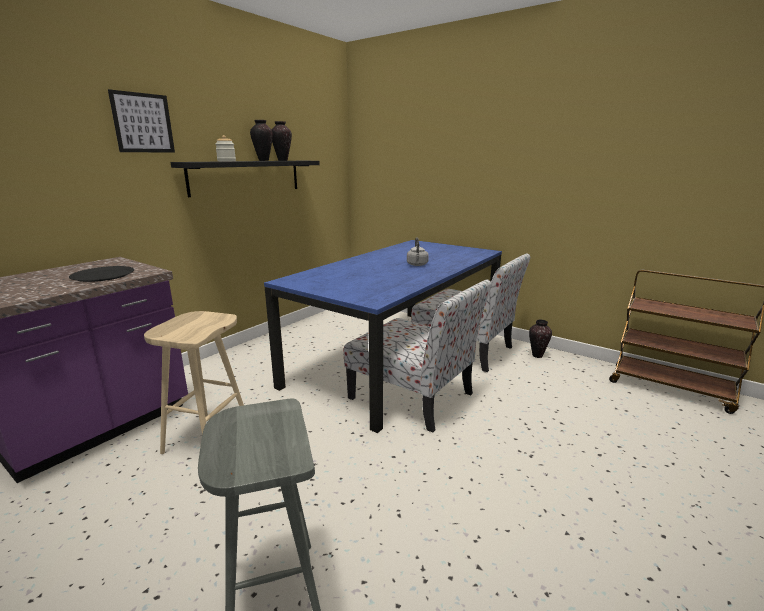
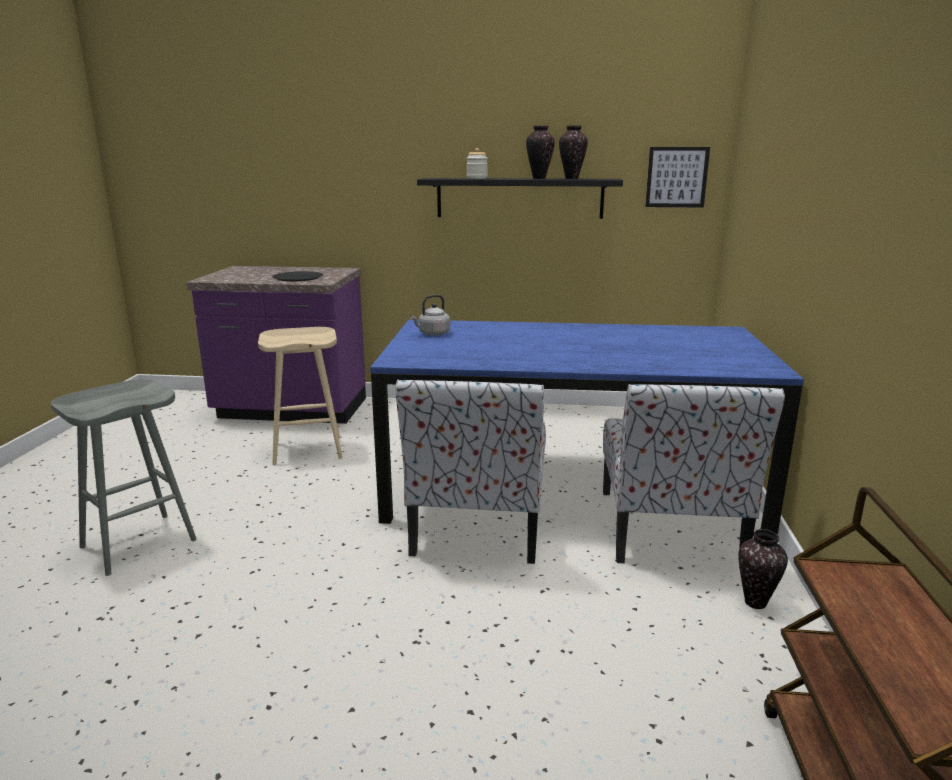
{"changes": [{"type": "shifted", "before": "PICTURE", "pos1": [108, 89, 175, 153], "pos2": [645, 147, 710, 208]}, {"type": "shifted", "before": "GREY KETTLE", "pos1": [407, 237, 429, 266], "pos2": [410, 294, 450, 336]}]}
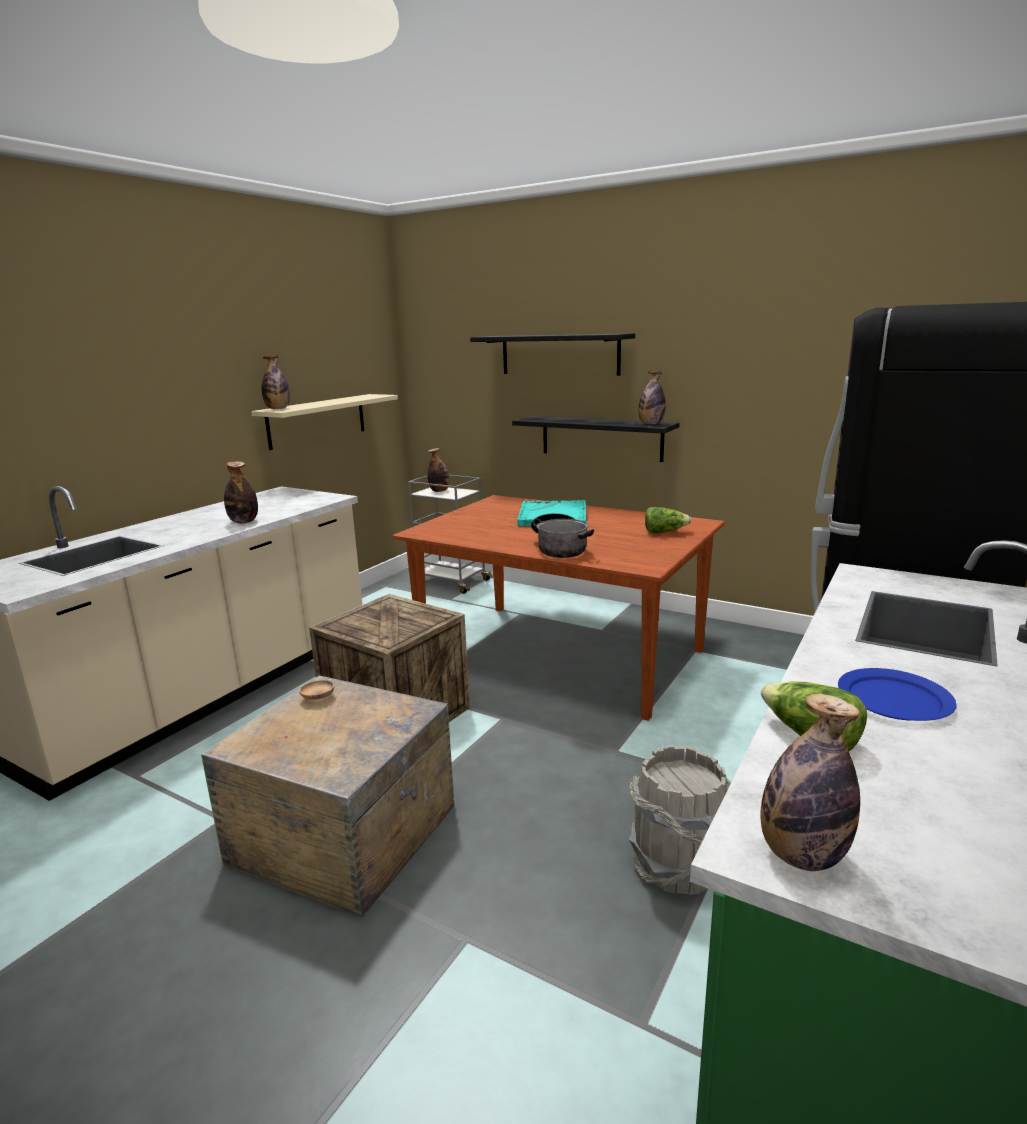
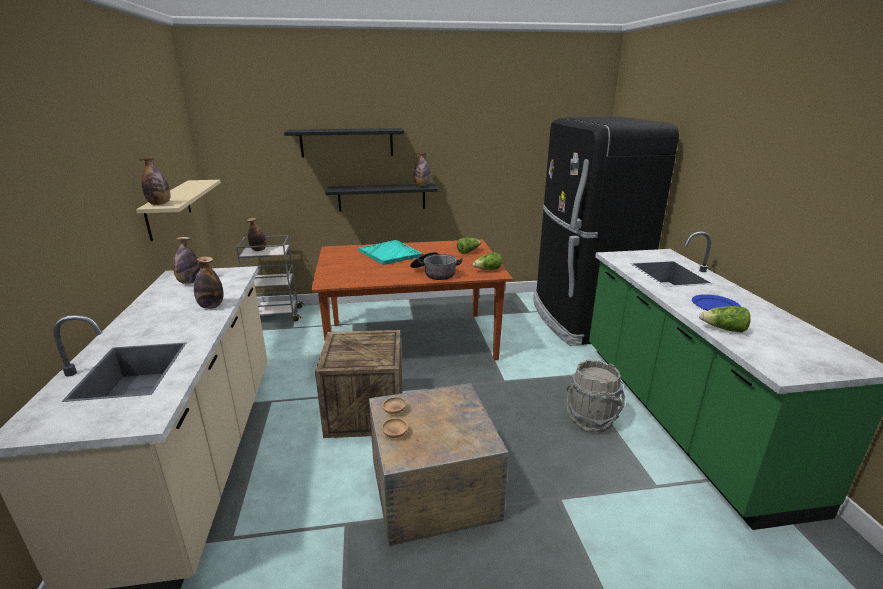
{"changes": [{"type": "shifted", "before": "BOTTLE", "pos1": [761, 694, 860, 871], "pos2": [173, 237, 200, 284]}, {"type": "new", "after": "BROWN BOWL", "pos2": [382, 418, 408, 438]}, {"type": "new", "after": "LETTUCE", "pos2": [473, 252, 502, 270]}]}
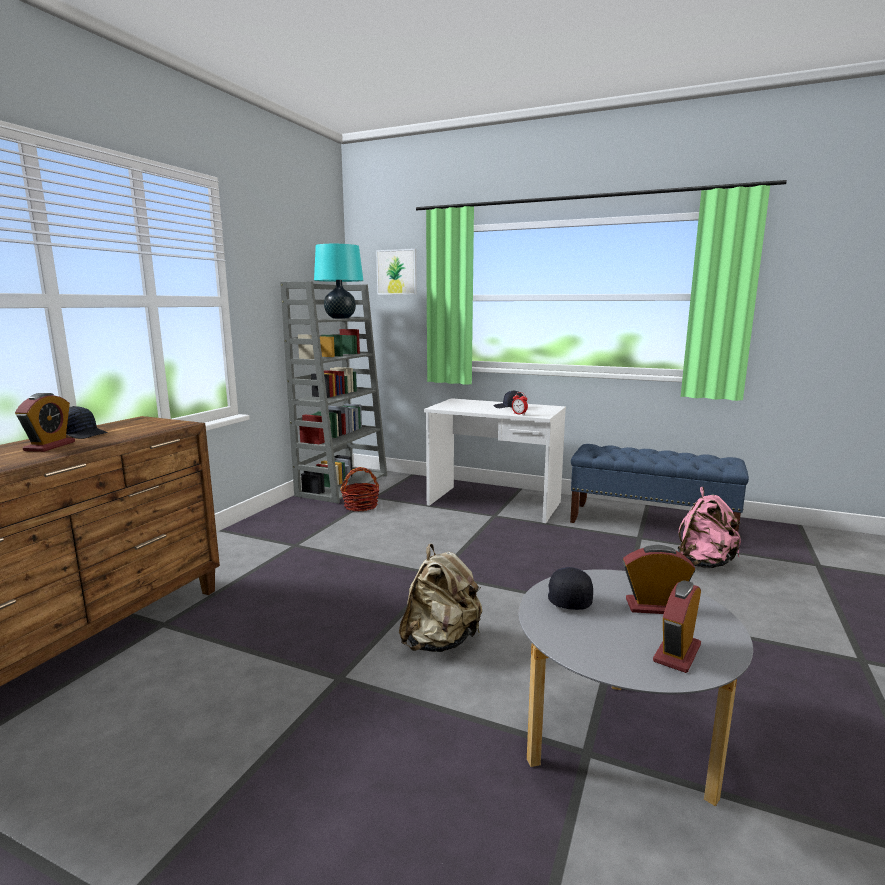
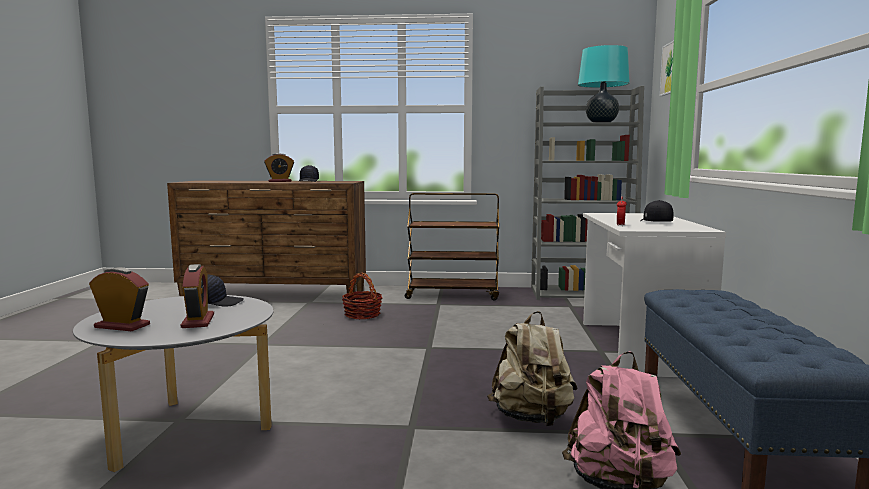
{"changes": [{"type": "shifted", "before": "BASKET", "pos1": [340, 467, 380, 511], "pos2": [342, 272, 382, 319]}, {"type": "shifted", "before": "BEIGE BACKPACK", "pos1": [399, 544, 482, 652], "pos2": [487, 311, 577, 426]}, {"type": "new", "after": "BROWN CART", "pos2": [405, 193, 499, 300]}]}
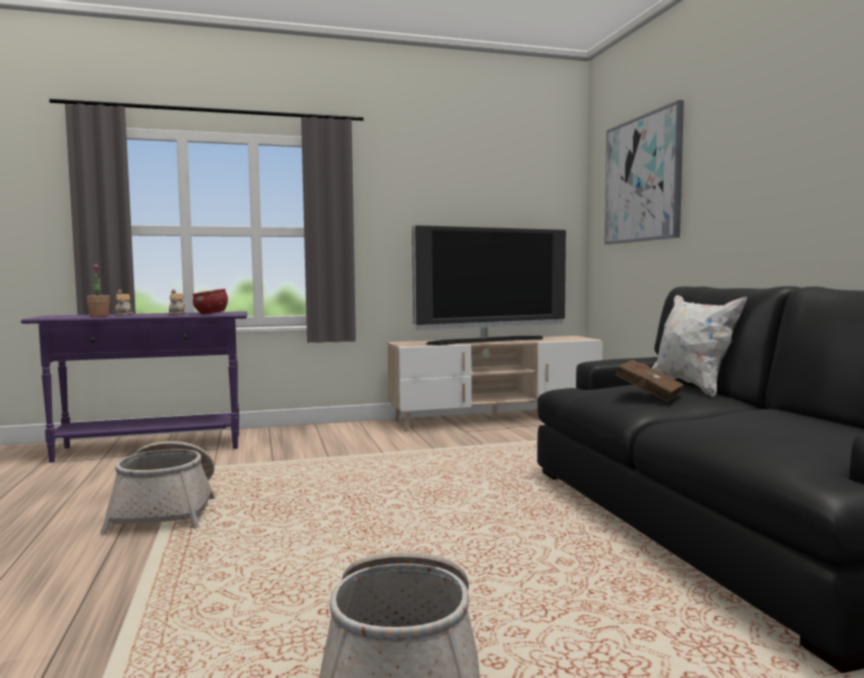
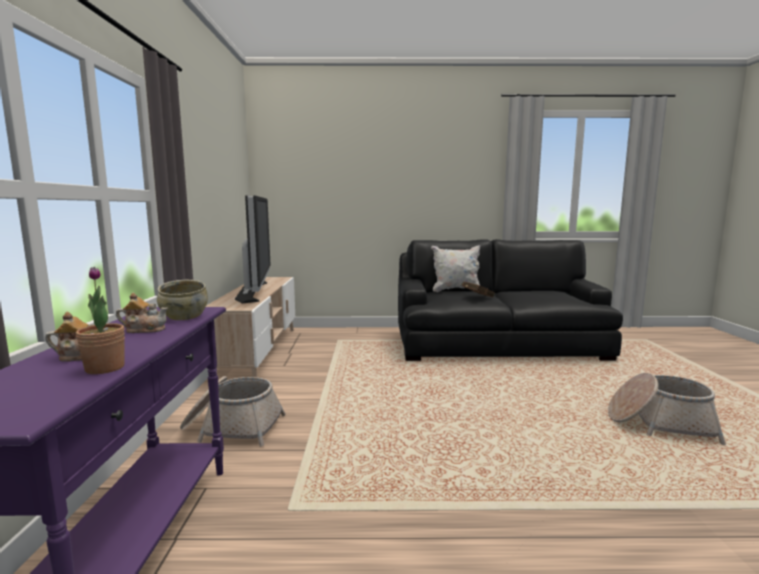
{"changes": [{"type": "shifted", "before": "BASKET", "pos1": [100, 441, 216, 535], "pos2": [180, 376, 286, 447]}, {"type": "repainted", "before": "RED BOWL", "after": "BEIGE BOWL", "pos1": [192, 289, 228, 314], "pos2": [157, 280, 208, 320]}, {"type": "gone", "before": "PICTURE", "pos1": [605, 100, 684, 245]}]}
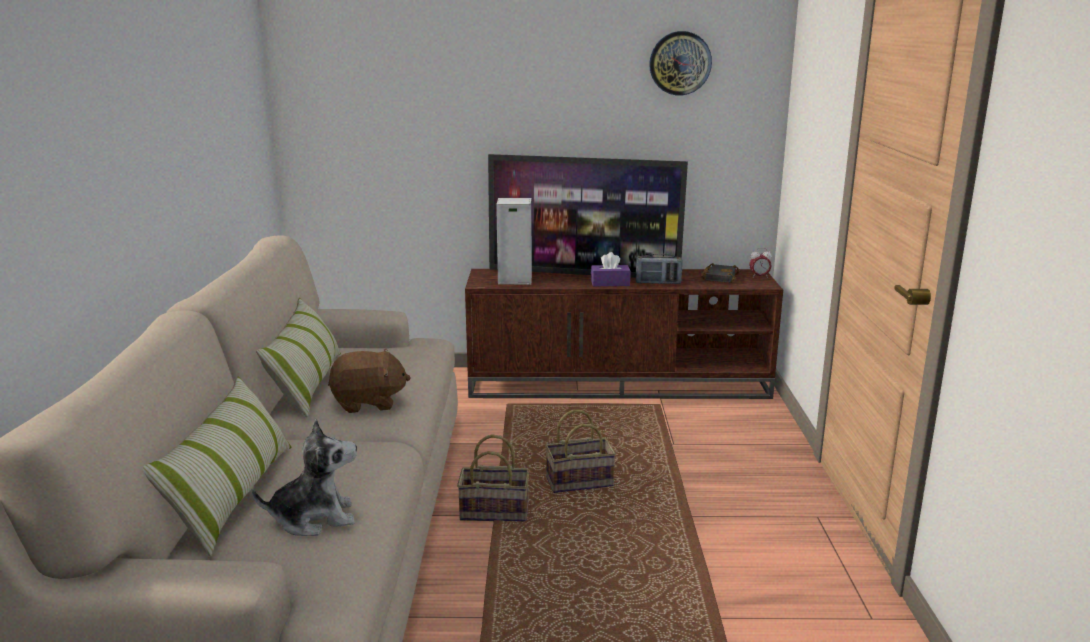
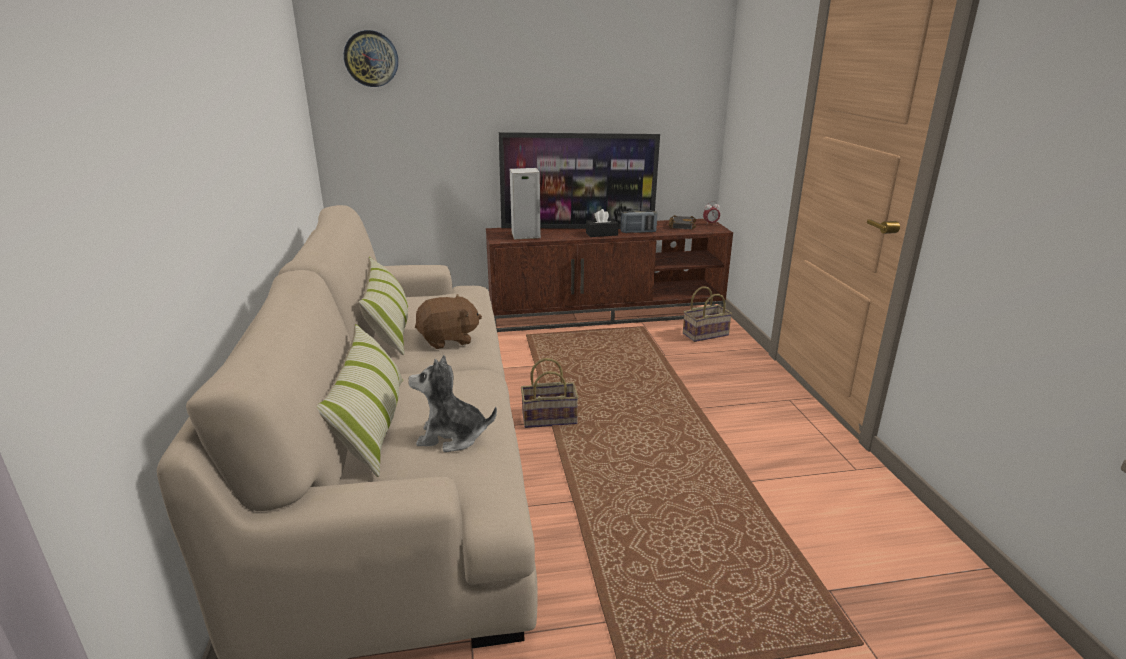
{"changes": [{"type": "rotated", "before": "PLUSH TOY", "pos1": [252, 419, 357, 536], "pos2": [408, 355, 497, 452], "turn": -150}, {"type": "shifted", "before": "BASKET", "pos1": [545, 410, 616, 493], "pos2": [683, 287, 732, 342]}, {"type": "repainted", "before": "PURPLE TISSUE BOX", "after": "BLACK TISSUE BOX", "pos1": [591, 252, 631, 286], "pos2": [586, 209, 619, 237]}, {"type": "shifted", "before": "WALL CLOCK", "pos1": [649, 31, 712, 96], "pos2": [344, 30, 398, 87]}]}
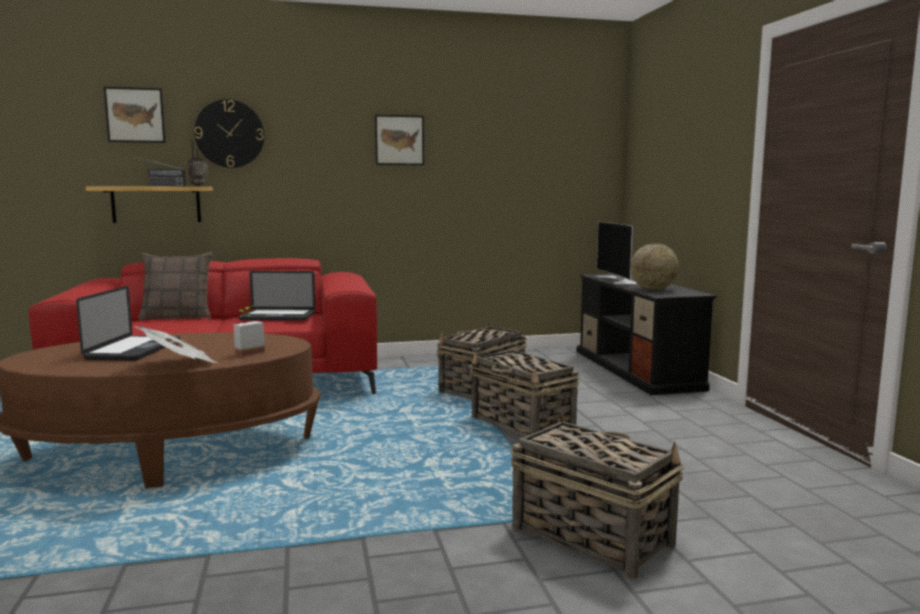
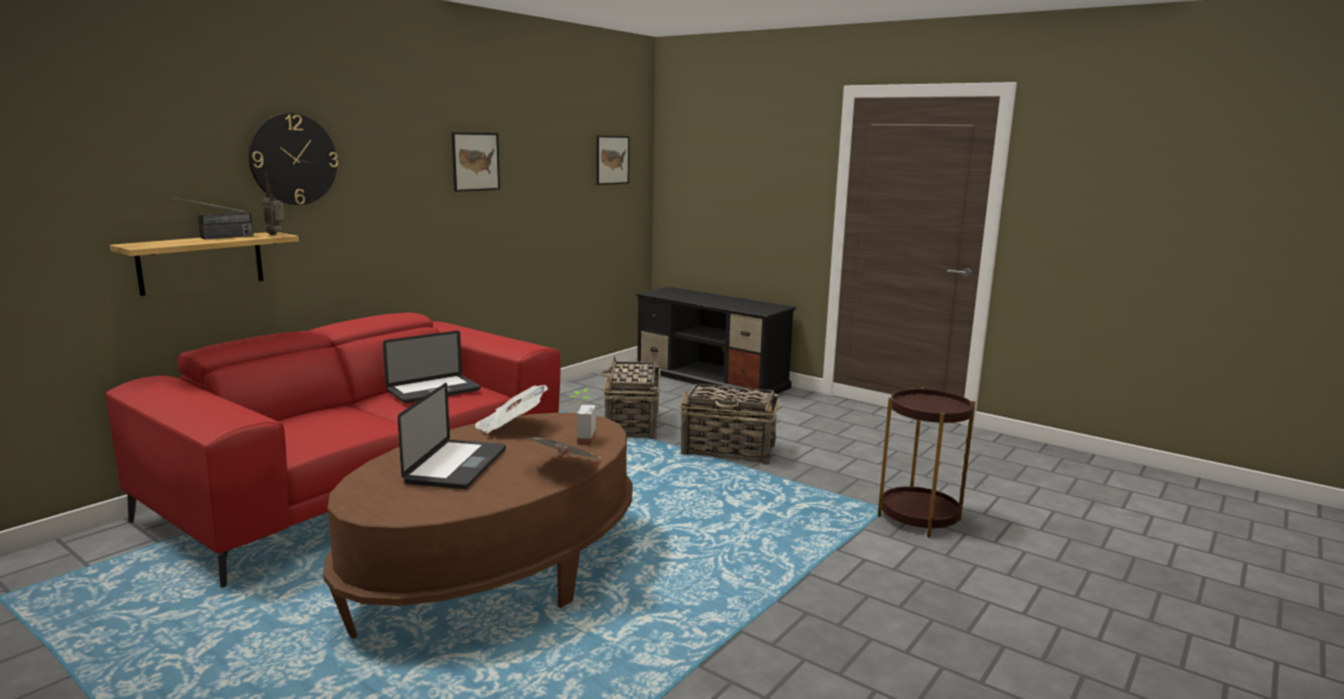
{"changes": [{"type": "rotated", "before": "LAPTOP", "pos1": [76, 286, 180, 360], "pos2": [398, 383, 506, 489], "turn": 45}, {"type": "shifted", "before": "PICTURE", "pos1": [104, 87, 165, 143], "pos2": [596, 136, 630, 185]}, {"type": "gone", "before": "PILLOW", "pos1": [138, 252, 213, 320]}, {"type": "swapped", "before": "BASKET", "after": "BROWN SIDE TABLE", "pos1": [511, 412, 684, 579], "pos2": [878, 387, 975, 537]}, {"type": "gone", "before": "TELEVISION", "pos1": [595, 222, 637, 284]}, {"type": "gone", "before": "GLOBE", "pos1": [630, 243, 679, 290]}, {"type": "new", "after": "NEWSPAPER", "pos2": [475, 385, 548, 434]}]}
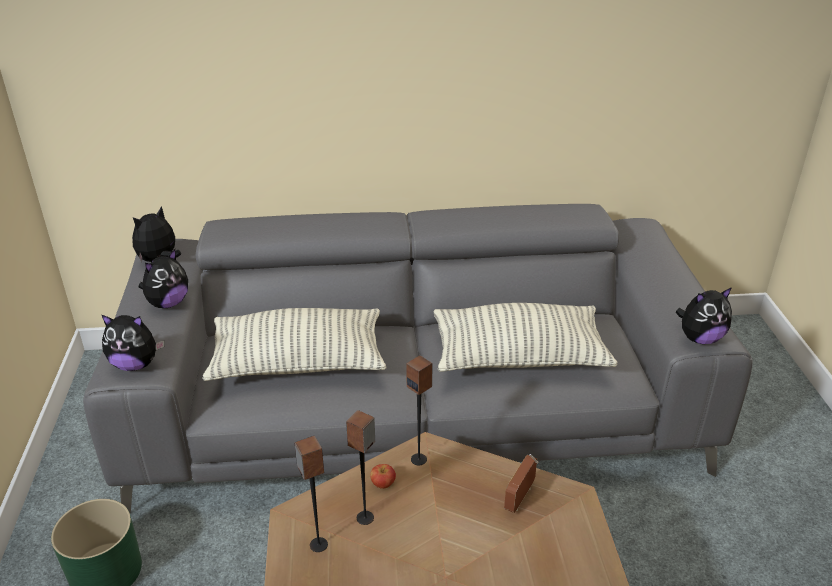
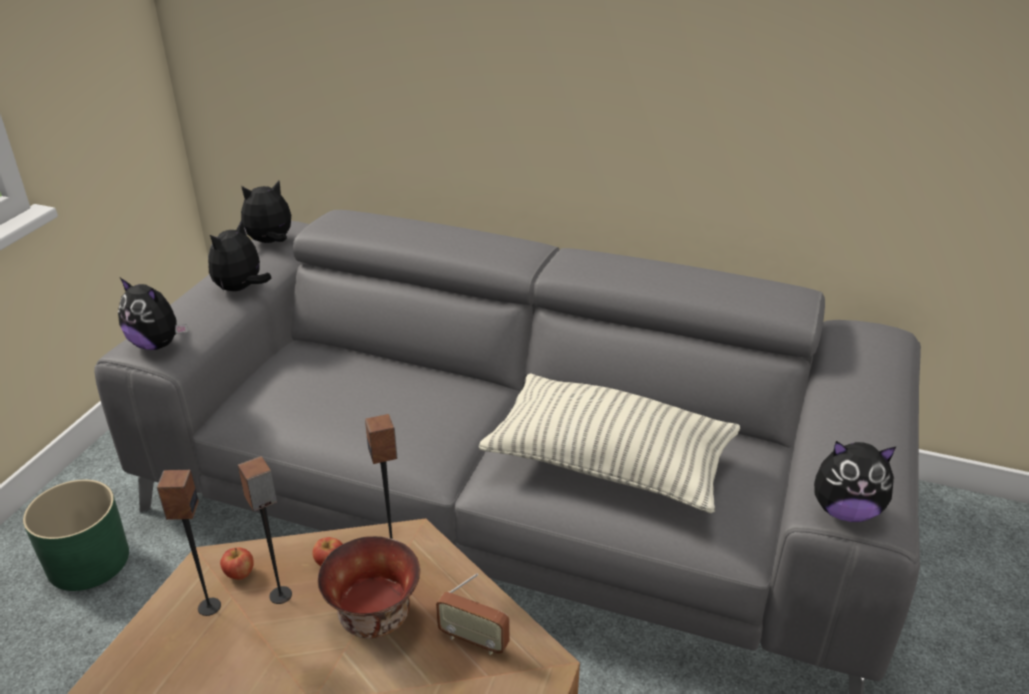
{"changes": [{"type": "rotated", "before": "PLUSH TOY", "pos1": [139, 249, 188, 308], "pos2": [208, 219, 271, 291], "turn": 150}, {"type": "gone", "before": "PILLOW", "pos1": [202, 308, 387, 381]}, {"type": "rotated", "before": "RADIO", "pos1": [504, 454, 539, 513], "pos2": [436, 573, 510, 655], "turn": -120}, {"type": "new", "after": "APPLE", "pos2": [220, 547, 254, 580]}, {"type": "new", "after": "BOWL", "pos2": [317, 536, 420, 639]}]}
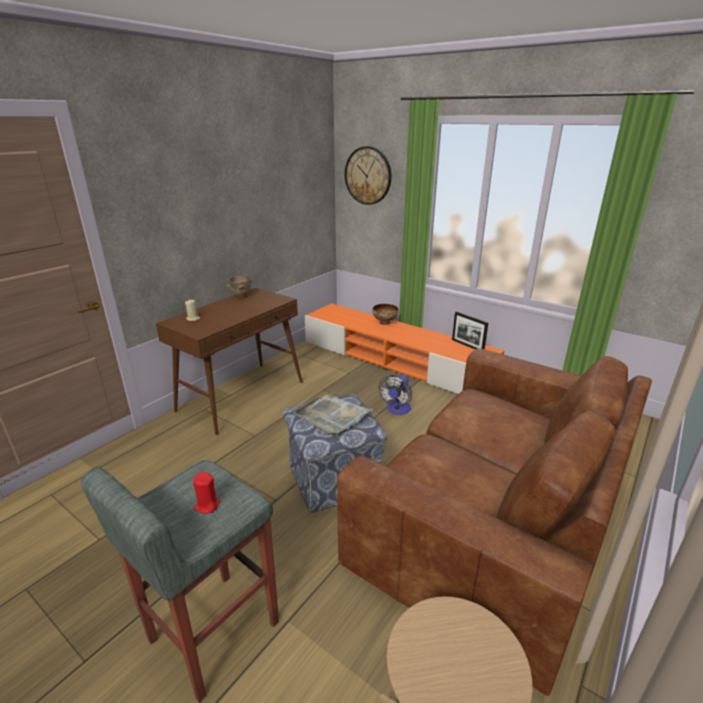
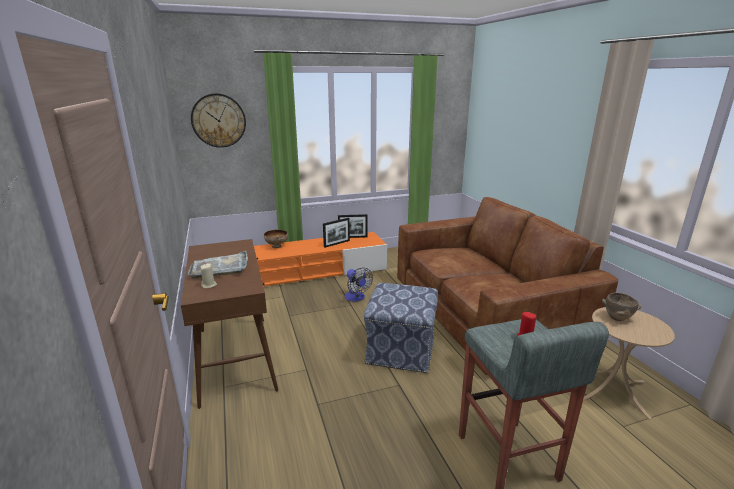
{"changes": [{"type": "shifted", "before": "BROWN BOWL", "pos1": [227, 276, 252, 297], "pos2": [602, 293, 641, 321]}, {"type": "shifted", "before": "GREY TRAY", "pos1": [293, 395, 373, 436], "pos2": [188, 250, 248, 278]}, {"type": "new", "after": "PICTURE FRAME", "pos2": [323, 218, 350, 248]}]}
